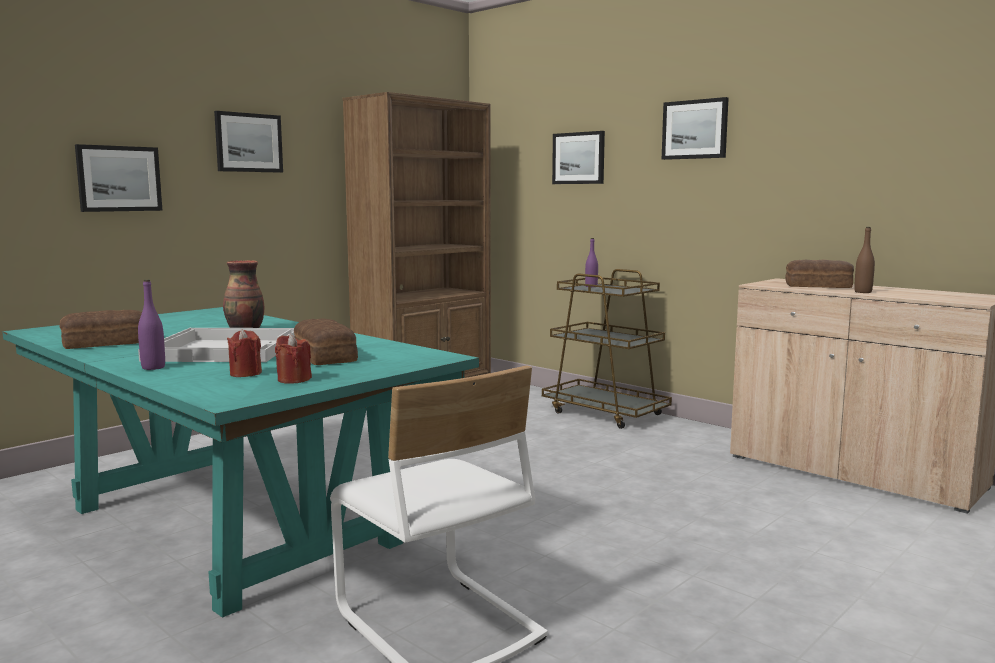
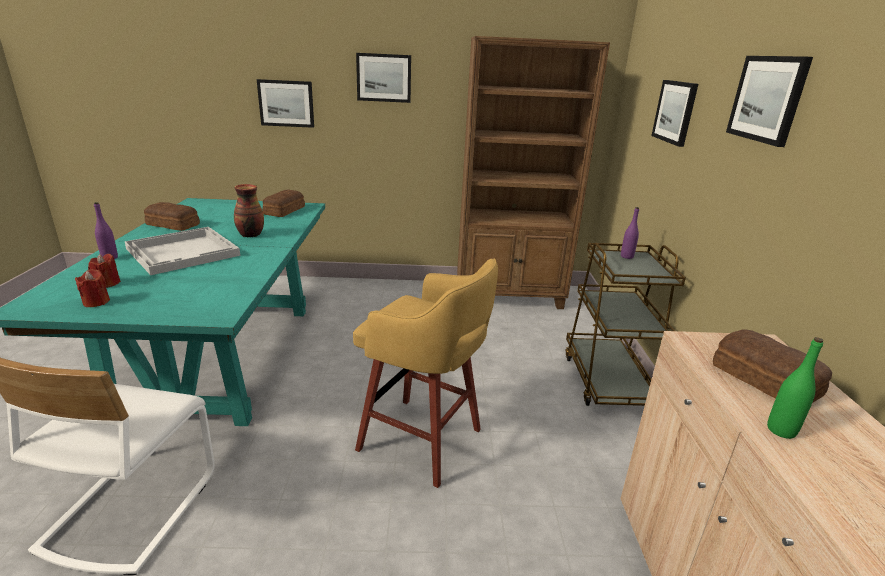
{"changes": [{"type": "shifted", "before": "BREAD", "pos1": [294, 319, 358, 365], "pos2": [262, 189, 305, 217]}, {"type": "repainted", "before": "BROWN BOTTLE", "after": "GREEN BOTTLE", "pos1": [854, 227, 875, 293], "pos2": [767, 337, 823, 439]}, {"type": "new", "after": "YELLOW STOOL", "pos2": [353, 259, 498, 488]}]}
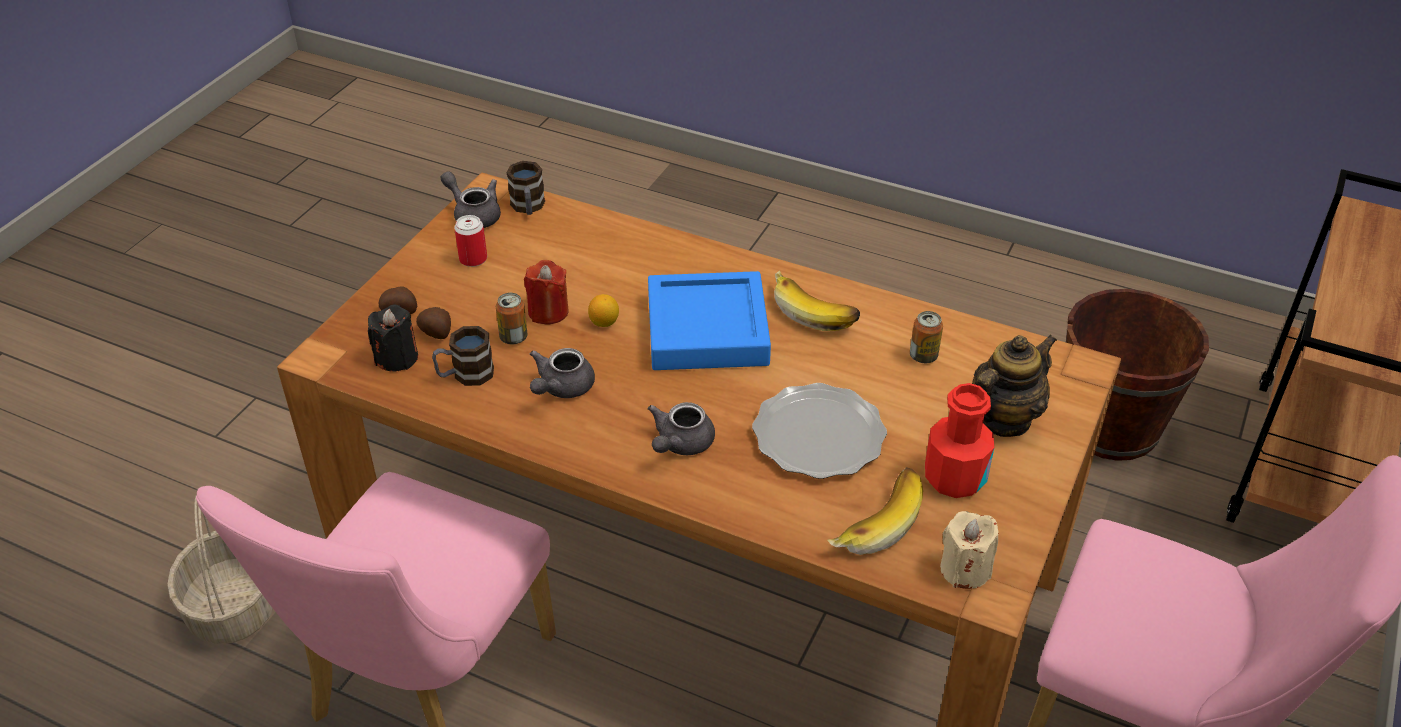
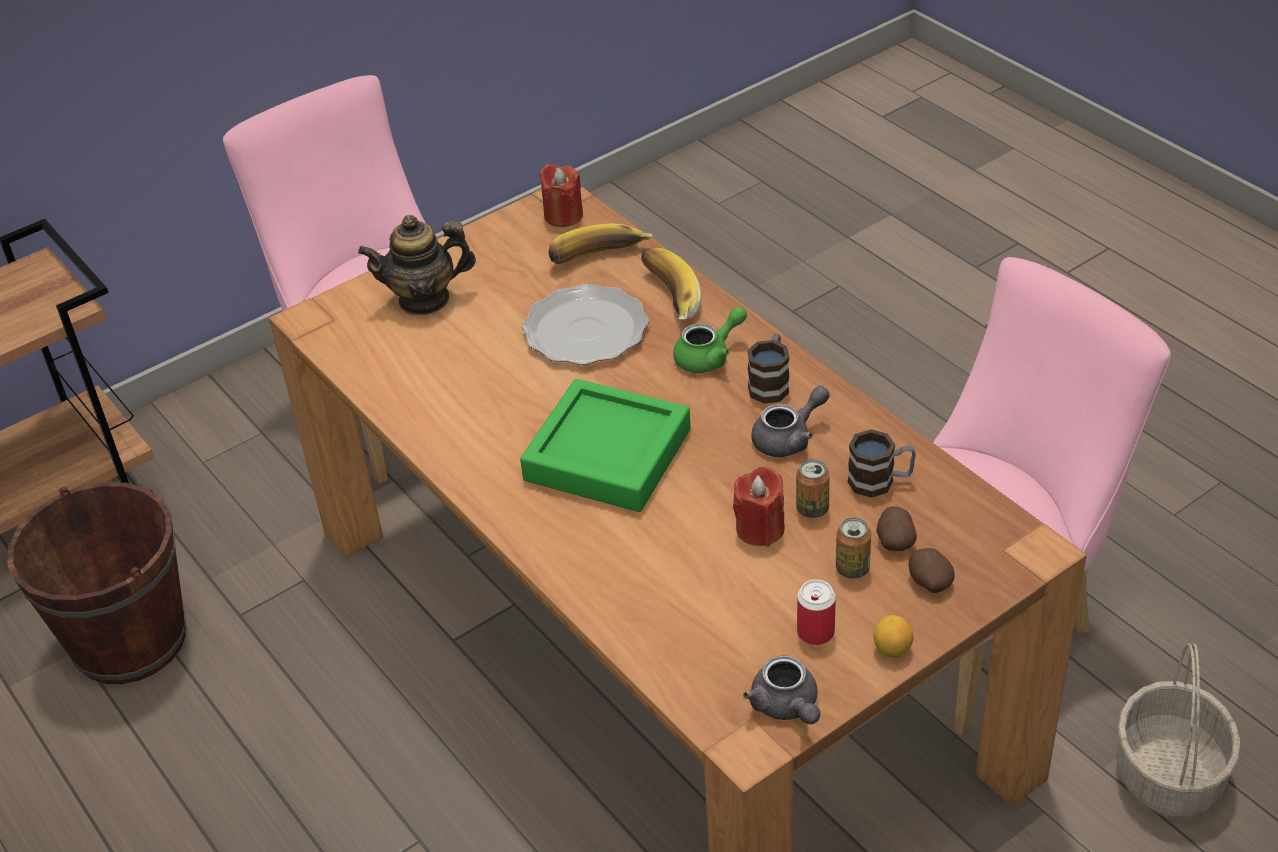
{"changes": [{"type": "gone", "before": "BLACK CANDLE", "pos1": [368, 304, 418, 371]}, {"type": "shifted", "before": "MUG", "pos1": [506, 161, 545, 215], "pos2": [747, 334, 790, 404]}, {"type": "shifted", "before": "LEMON", "pos1": [588, 294, 619, 327], "pos2": [874, 615, 913, 658]}, {"type": "repainted", "before": "BLUE TRAY", "after": "GREEN TRAY", "pos1": [648, 271, 771, 370], "pos2": [520, 379, 691, 512]}, {"type": "repainted", "before": "GREY TEAPOT", "after": "GREEN TEAPOT", "pos1": [648, 402, 715, 455], "pos2": [673, 306, 747, 373]}, {"type": "shifted", "before": "BANANA", "pos1": [774, 271, 860, 331], "pos2": [641, 247, 702, 321]}, {"type": "shifted", "before": "CAN", "pos1": [910, 311, 943, 363], "pos2": [836, 518, 871, 579]}, {"type": "gone", "before": "RED BOTTLE", "pos1": [925, 383, 994, 498]}, {"type": "repainted", "before": "BEIGE CANDLE", "after": "RED CANDLE", "pos1": [940, 511, 998, 589], "pos2": [539, 164, 583, 227]}]}
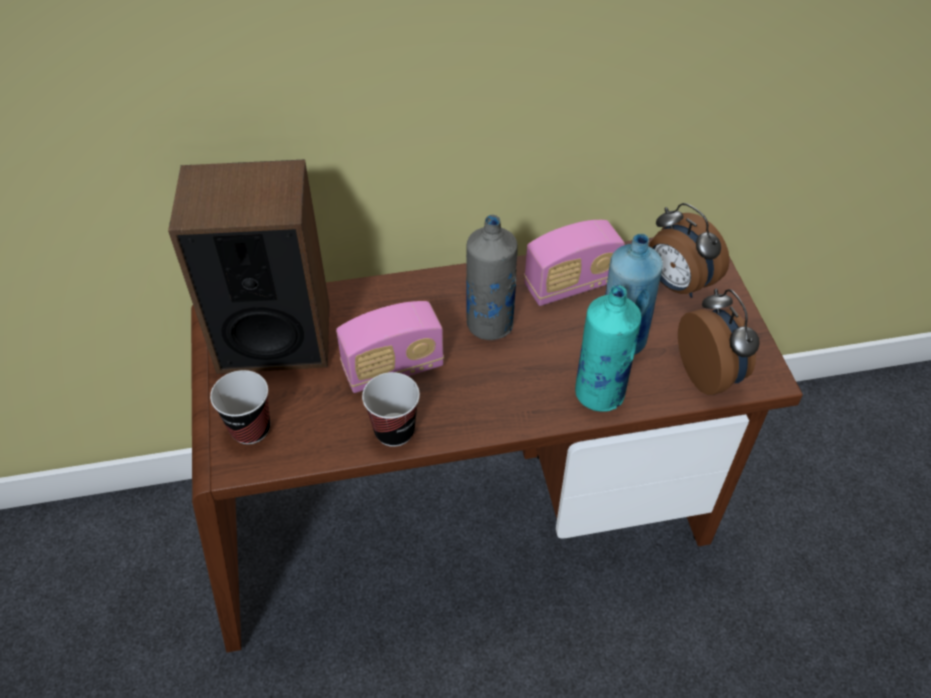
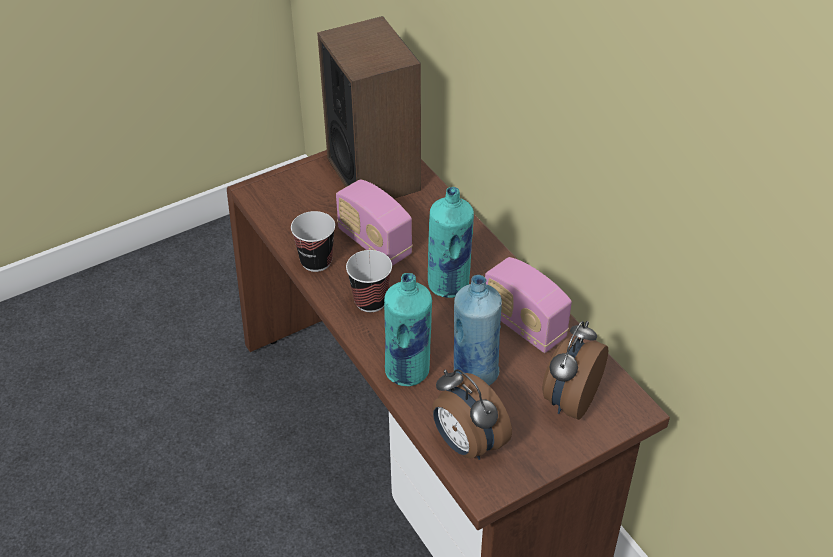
{"changes": [{"type": "shifted", "before": "CUP", "pos1": [210, 370, 270, 444], "pos2": [346, 250, 392, 312]}, {"type": "repainted", "before": "GREY BOTTLE", "after": "TURQUOISE BOTTLE", "pos1": [466, 215, 518, 340], "pos2": [428, 187, 474, 298]}, {"type": "rotated", "before": "ALARM CLOCK", "pos1": [678, 289, 760, 395], "pos2": [432, 369, 512, 460], "turn": 90}]}
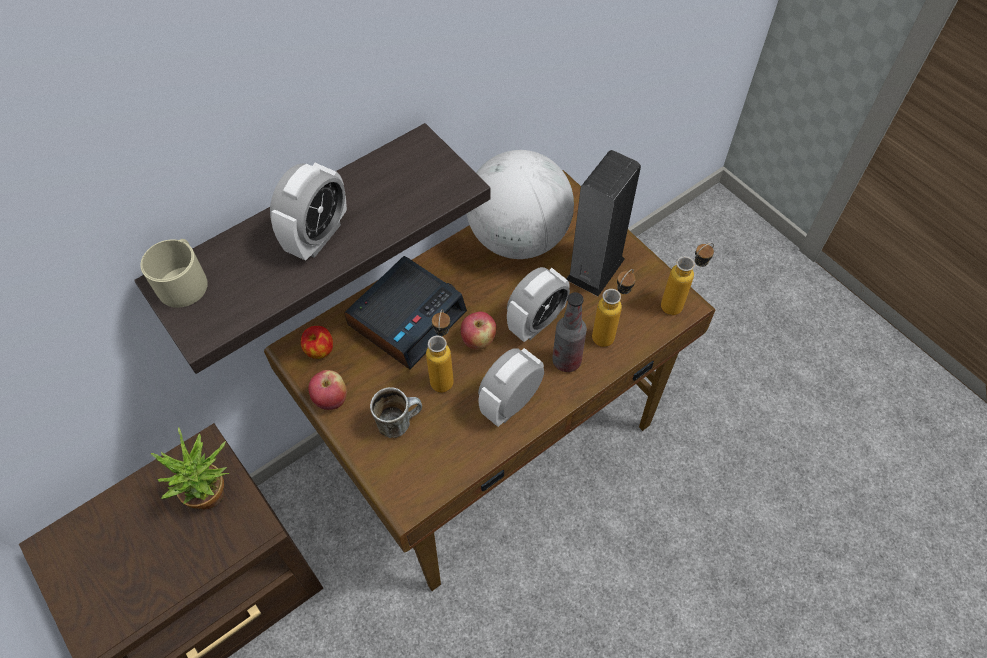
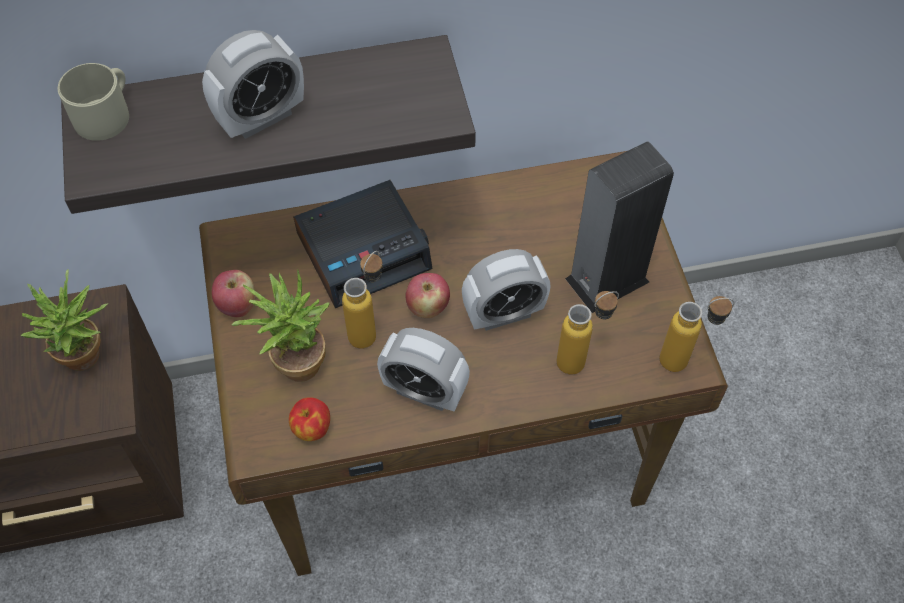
{"changes": [{"type": "shifted", "before": "APPLE", "pos1": [301, 326, 333, 359], "pos2": [289, 397, 330, 441]}, {"type": "swapped", "before": "MUG", "after": "POTTED PLANT", "pos1": [370, 387, 422, 438], "pos2": [232, 270, 330, 382]}, {"type": "gone", "before": "GLOBE", "pos1": [467, 150, 574, 259]}, {"type": "rotated", "before": "ALARM CLOCK", "pos1": [478, 348, 544, 427], "pos2": [377, 328, 470, 411], "turn": -135}, {"type": "gone", "before": "BOTTLE", "pos1": [552, 292, 587, 372]}]}
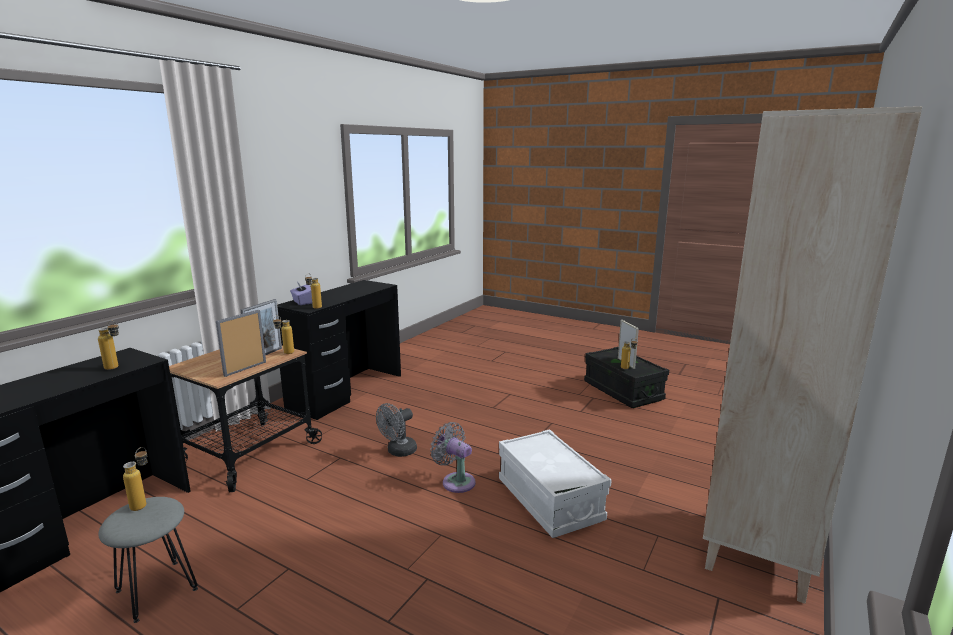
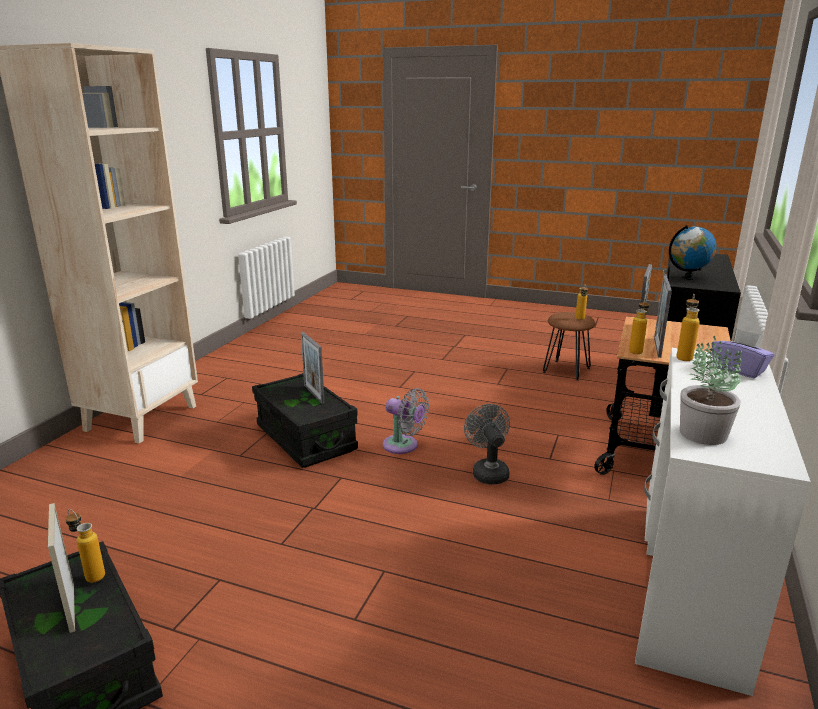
{"changes": [{"type": "swapped", "before": "BOTTLE", "after": "GLOBE", "pos1": [98, 320, 119, 370], "pos2": [669, 225, 717, 280]}, {"type": "repainted", "before": "GREY STOOL", "after": "BROWN STOOL", "pos1": [98, 497, 198, 623], "pos2": [543, 312, 595, 381]}, {"type": "repainted", "before": "BLACK DESK", "after": "WHITE DESK", "pos1": [277, 280, 401, 420], "pos2": [635, 348, 811, 696]}, {"type": "rotated", "before": "GREY FAN", "pos1": [376, 403, 417, 457], "pos2": [464, 404, 510, 485], "turn": -45}, {"type": "repainted", "before": "WHITE STORAGE BOX", "after": "BLACK STORAGE BOX", "pos1": [499, 429, 612, 538], "pos2": [252, 373, 358, 468]}, {"type": "new", "after": "PICTURE FRAME", "pos2": [301, 332, 325, 404]}, {"type": "new", "after": "POTTED PLANT", "pos2": [680, 336, 742, 445]}]}
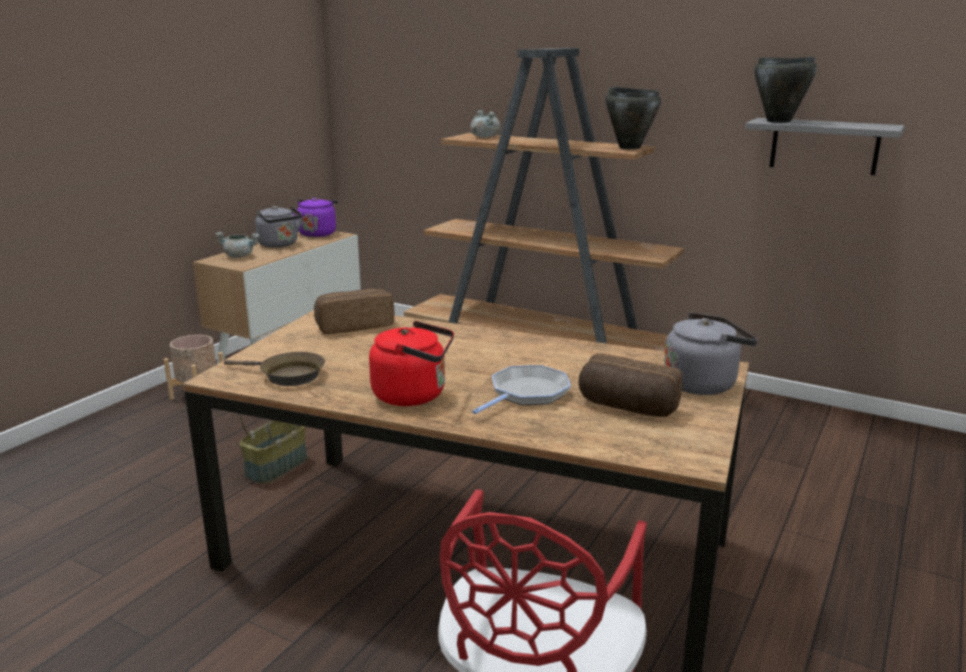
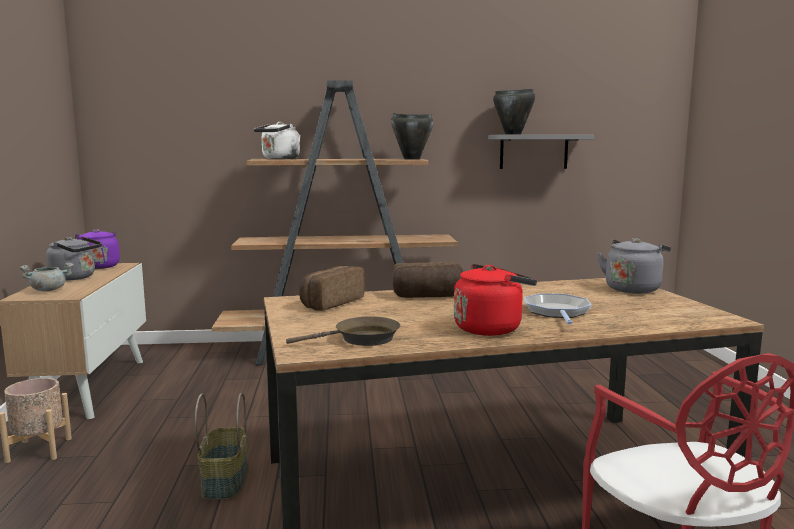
{"changes": [{"type": "swapped", "before": "GREY COOKING POT", "after": "WHITE KETTLE", "pos1": [470, 110, 501, 137], "pos2": [254, 122, 301, 159]}, {"type": "shifted", "before": "BREAD", "pos1": [579, 353, 682, 417], "pos2": [392, 262, 464, 298]}]}
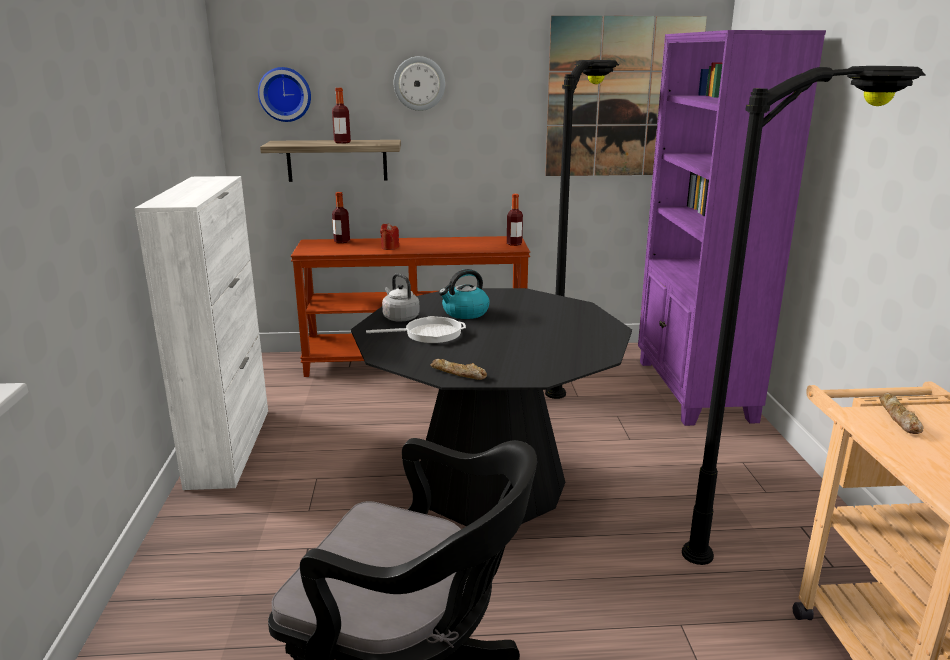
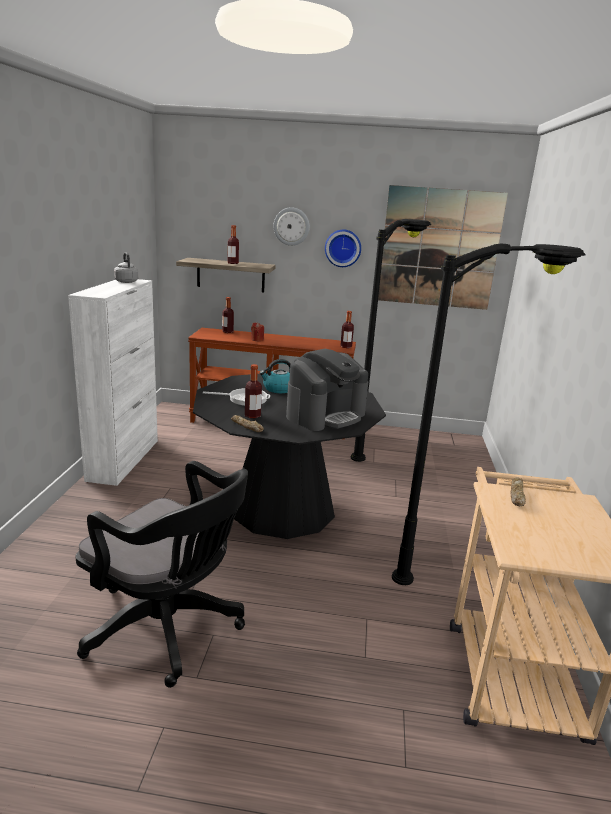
{"changes": [{"type": "shifted", "before": "WALL CLOCK", "pos1": [258, 67, 311, 122], "pos2": [325, 230, 361, 267]}, {"type": "shifted", "before": "GREY KETTLE", "pos1": [382, 273, 420, 321], "pos2": [114, 252, 138, 283]}, {"type": "gone", "before": "PURPLE BOOKCASE", "pos1": [638, 30, 826, 426]}, {"type": "new", "after": "BOTTLE", "pos2": [245, 364, 262, 418]}, {"type": "new", "after": "COFFEE MACHINE", "pos2": [286, 349, 368, 431]}]}
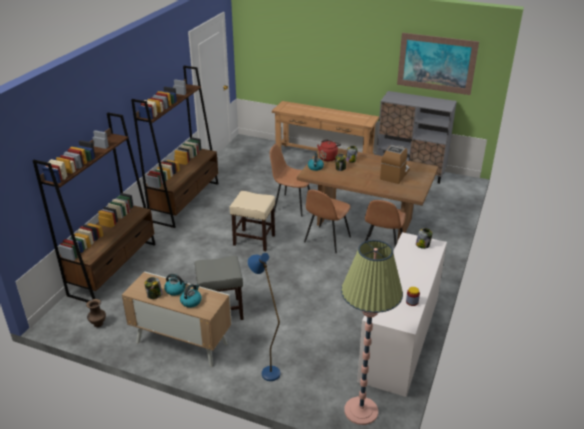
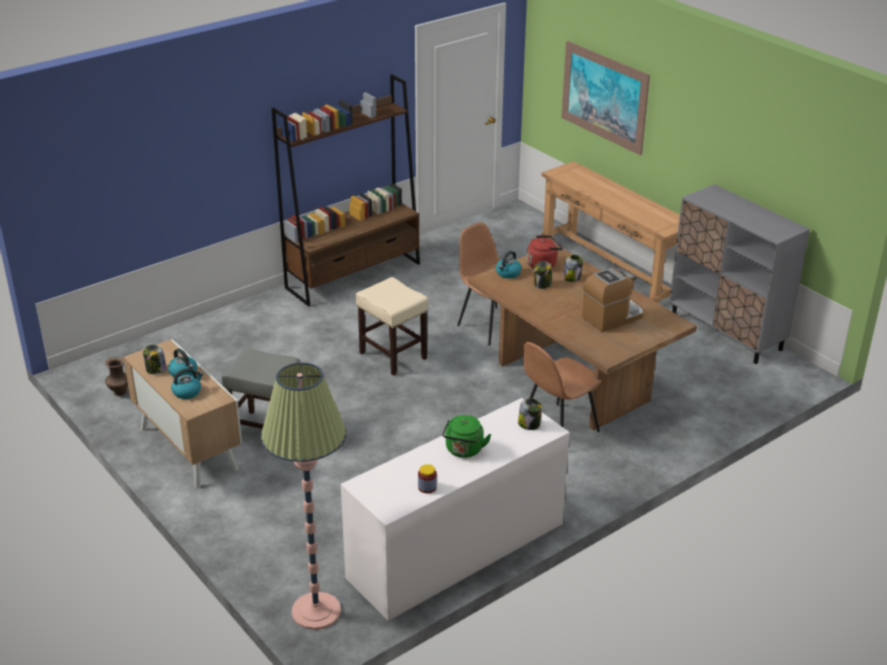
{"changes": [{"type": "gone", "before": "BROWN BOOKCASE", "pos1": [33, 112, 156, 302]}, {"type": "gone", "before": "BLUE FLOOR LAMP", "pos1": [248, 253, 280, 381]}, {"type": "gone", "before": "BROWN CHAIR", "pos1": [304, 190, 351, 253]}, {"type": "shifted", "before": "PICTURE", "pos1": [397, 33, 479, 95], "pos2": [561, 41, 650, 155]}, {"type": "new", "after": "GREEN KETTLE", "pos2": [442, 415, 491, 458]}]}
